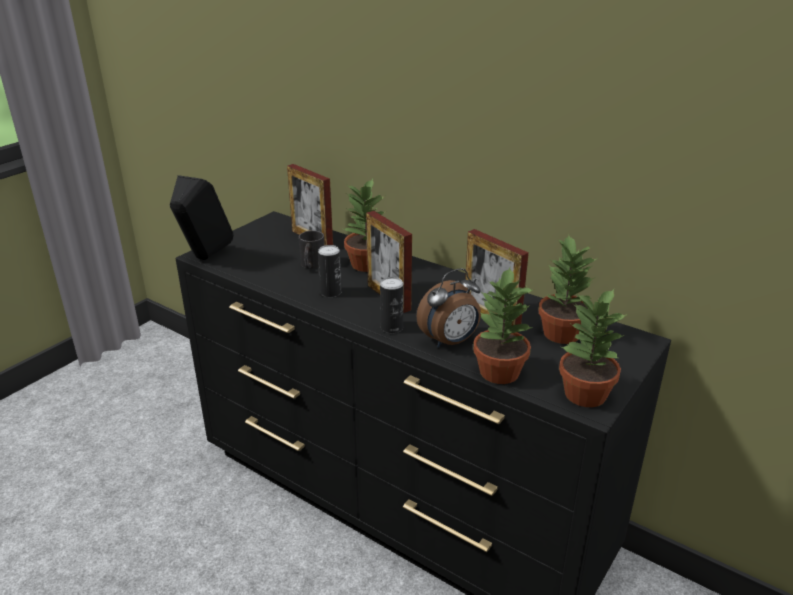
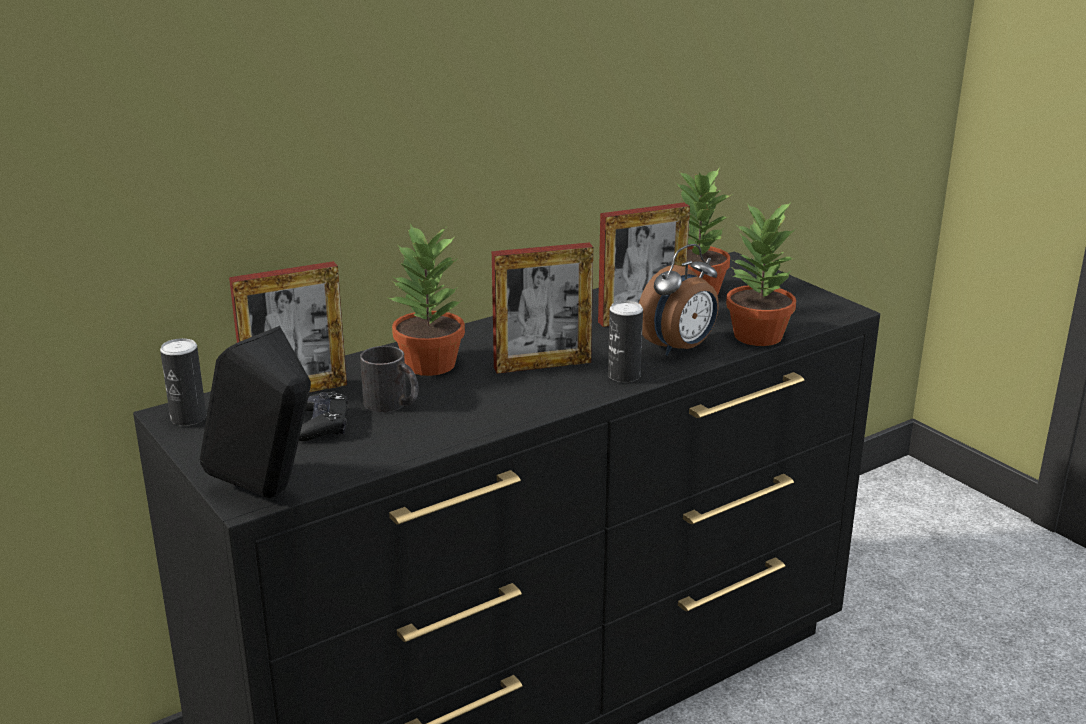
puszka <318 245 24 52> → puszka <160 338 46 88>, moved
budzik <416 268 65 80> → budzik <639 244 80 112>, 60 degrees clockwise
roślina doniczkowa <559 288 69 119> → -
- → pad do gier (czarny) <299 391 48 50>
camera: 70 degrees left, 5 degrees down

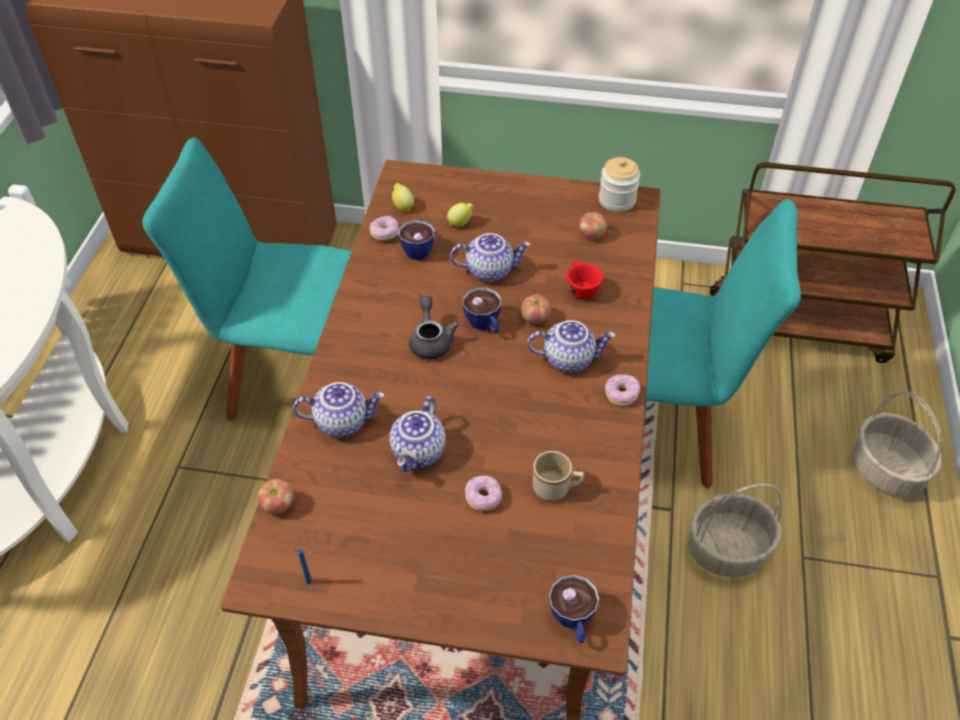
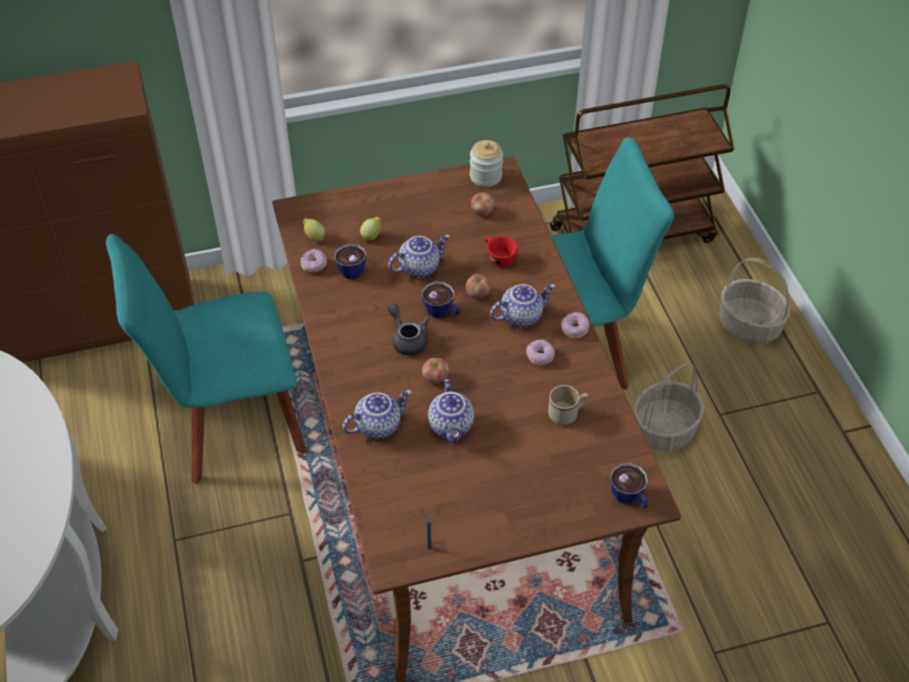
donut <465 476 37 36> → donut <526 339 29 26>, moved
jabłko <258 479 36 35> → jabłko <422 358 27 26>, moved
camera: 25 degrees left, 0 degrees up

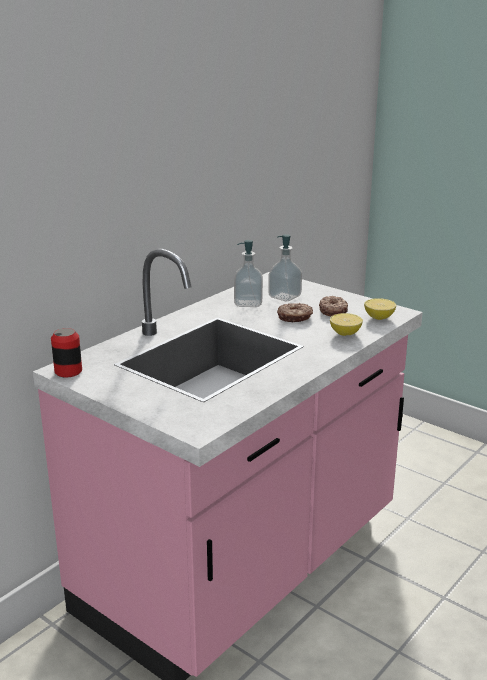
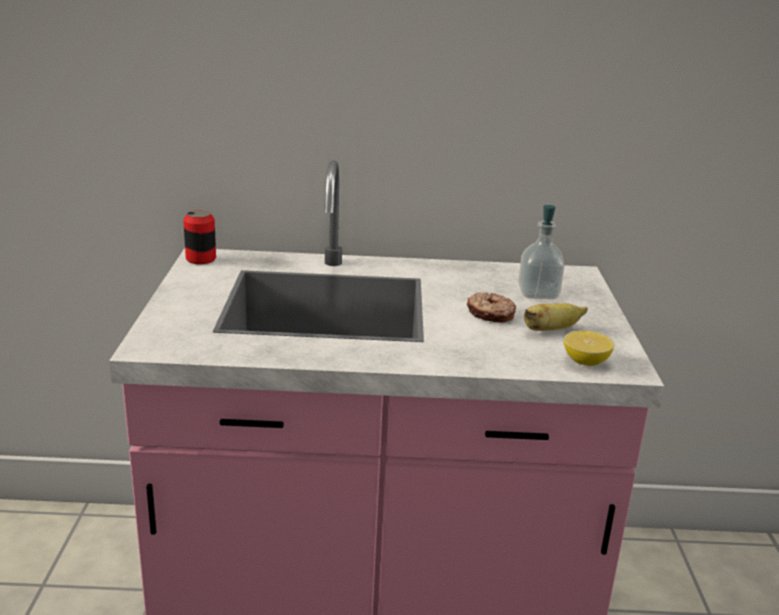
dozownik mydła <234 240 29 67> → -
donut <319 296 29 20> → banan <524 303 64 28>
cytryna <330 313 33 23> → -
camera: 50 degrees right, 0 degrees up

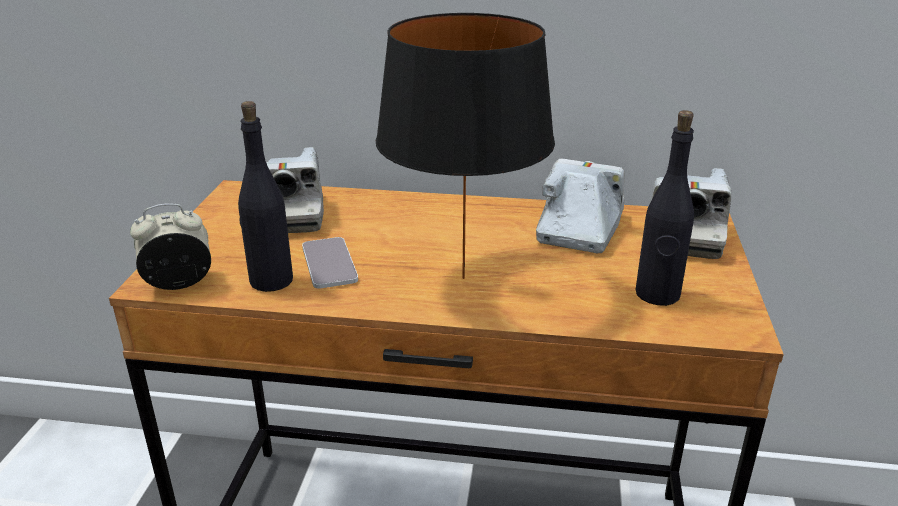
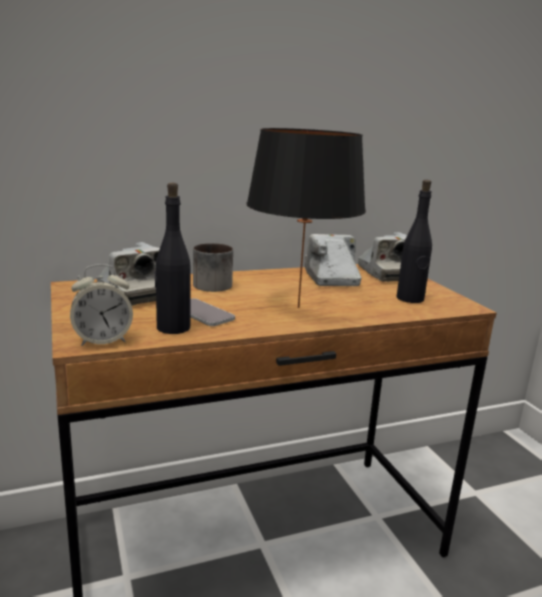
budzik <130 203 81 87> → budzik <70 264 63 82>, 150 degrees counterclockwise
- → kubek <193 243 40 49>
camera: 30 degrees left, 10 degrees down

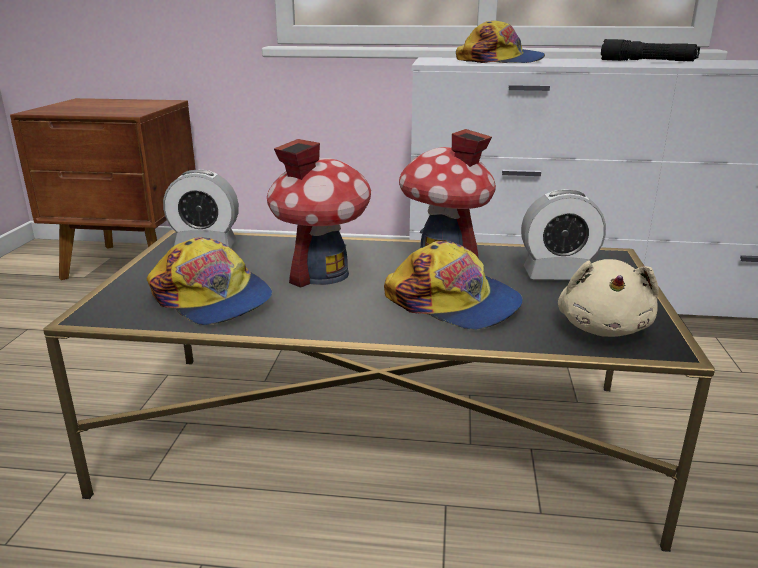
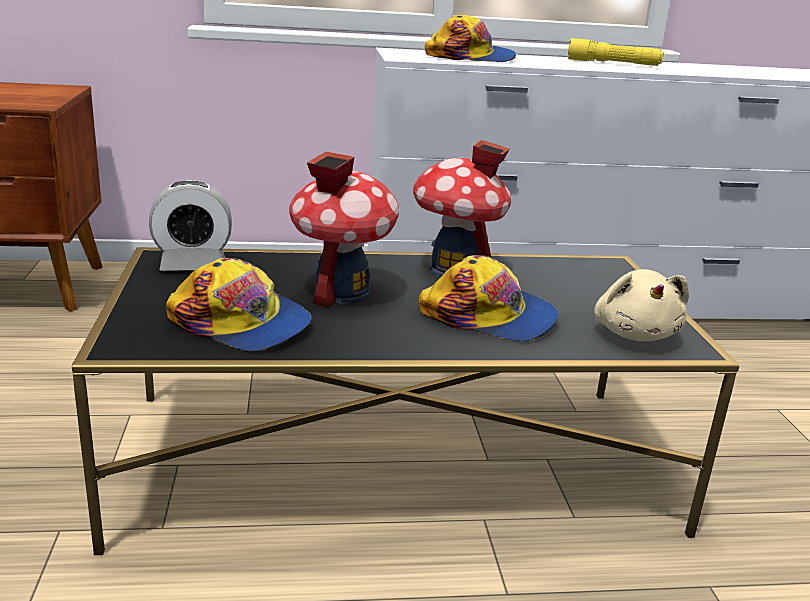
latarka (czarny) <601 39 99 22> → latarka (żółty) <568 38 96 28>
budzik <521 189 85 90> → -
camera: 15 degrees left, 0 degrees up

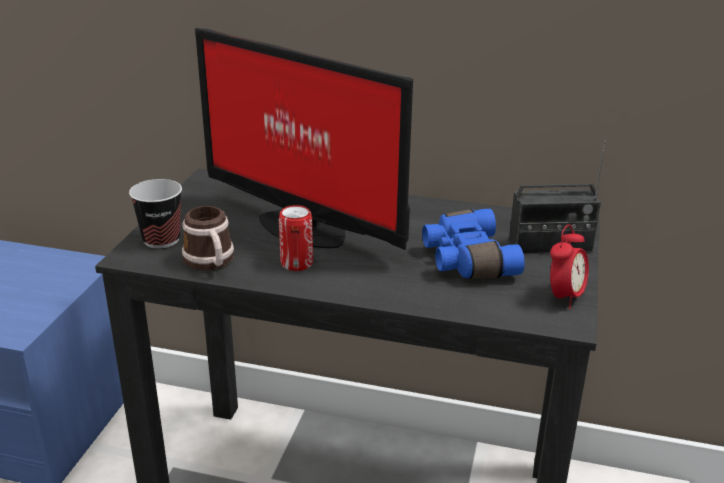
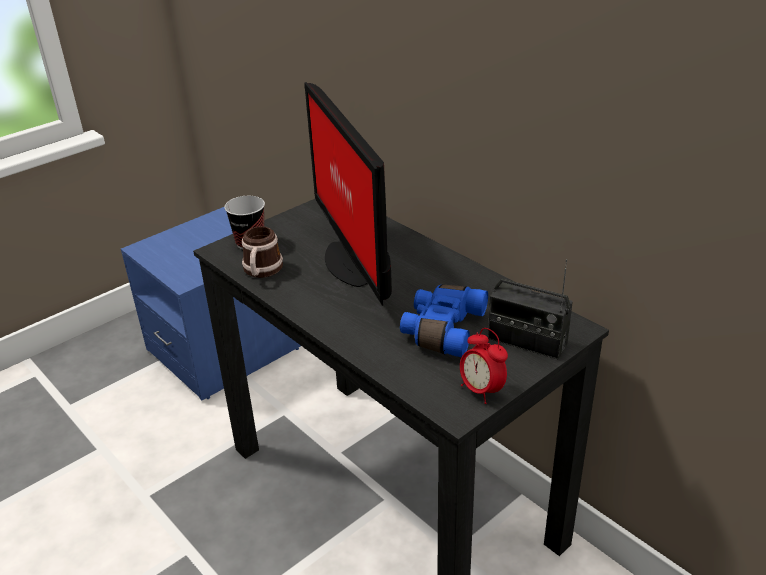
puszka <279 205 34 66> → -
budzik <550 224 39 85> → budzik <460 328 48 76>, 75 degrees clockwise
camera: 35 degrees right, 5 degrees up

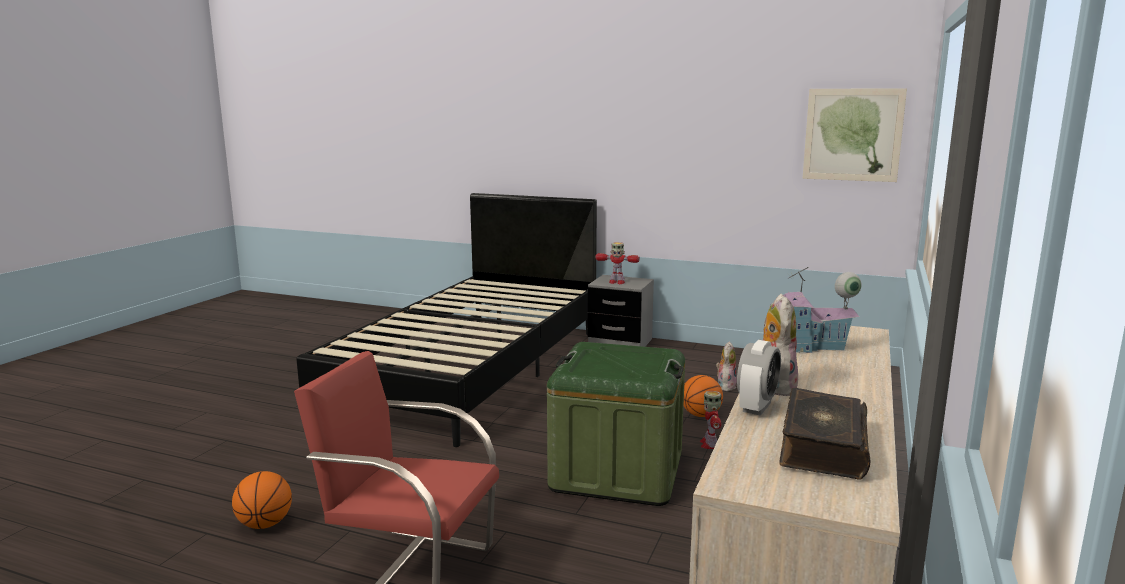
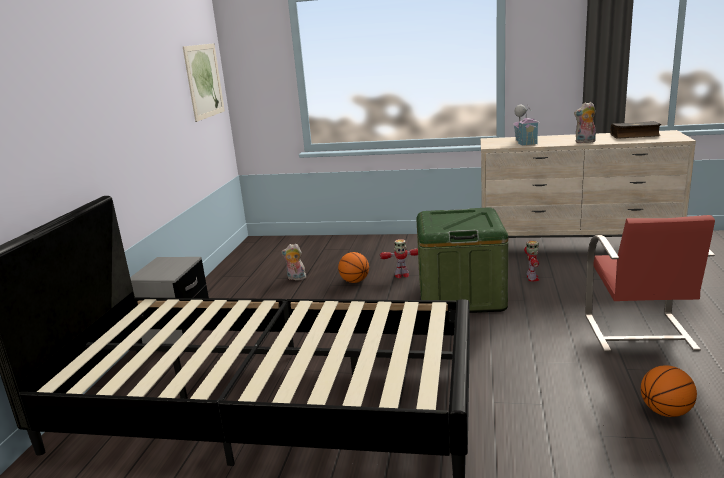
robot zabawkowy <595 242 45 42> → robot zabawkowy <524 240 16 42>, moved
budzik <737 340 44 76> → -
camera: 100 degrees left, 5 degrees up

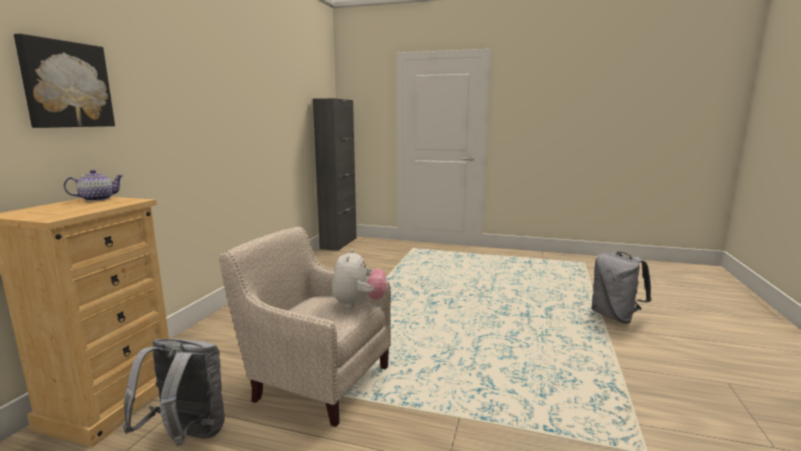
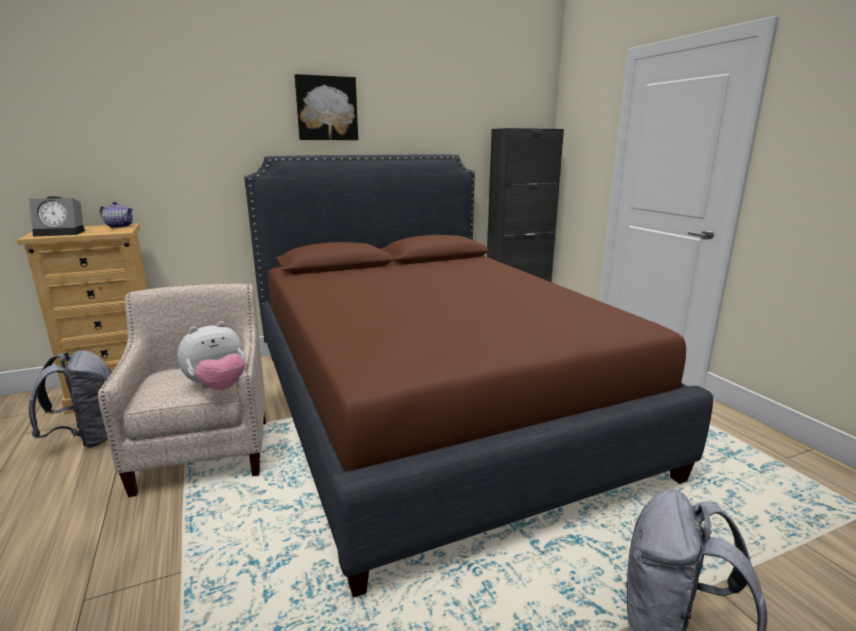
obraz <14 34 101 94> → obraz <294 74 64 66>, moved
- → łóżko (brązowy) <244 154 469 444>
- → budzik <29 196 56 41>
camera: 50 degrees right, 5 degrees up

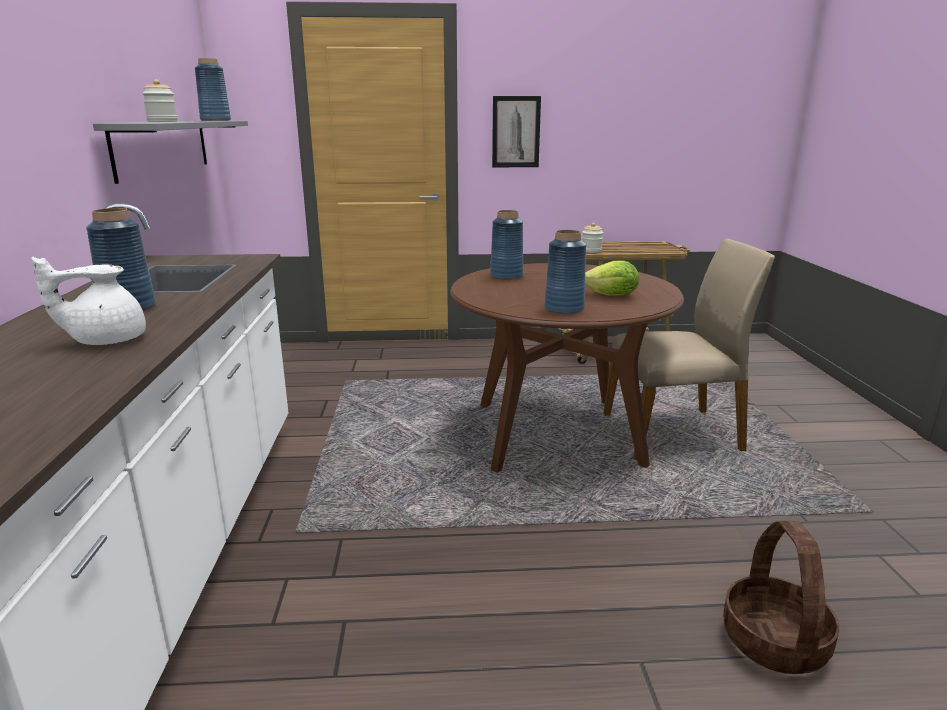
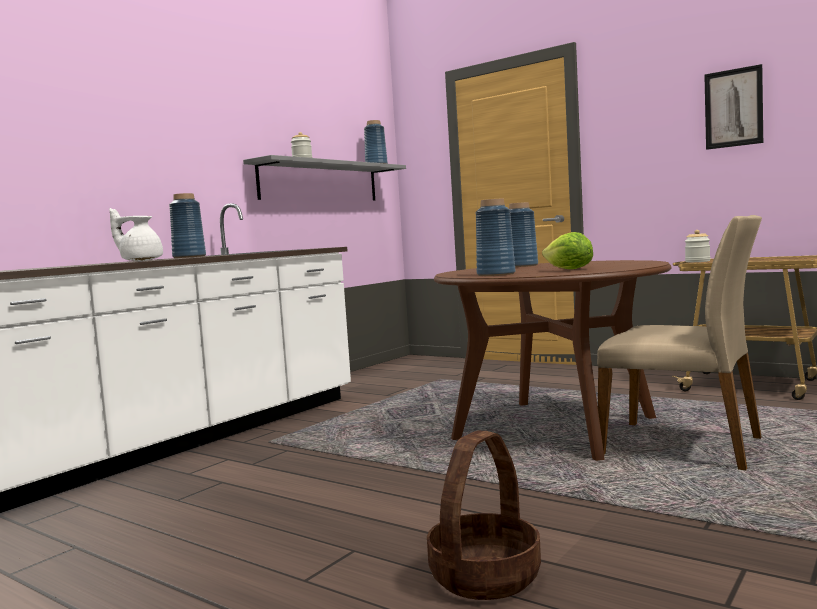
obraz <492 96 49 71> → obraz <704 64 59 86>, moved
camera: 40 degrees right, 15 degrees down

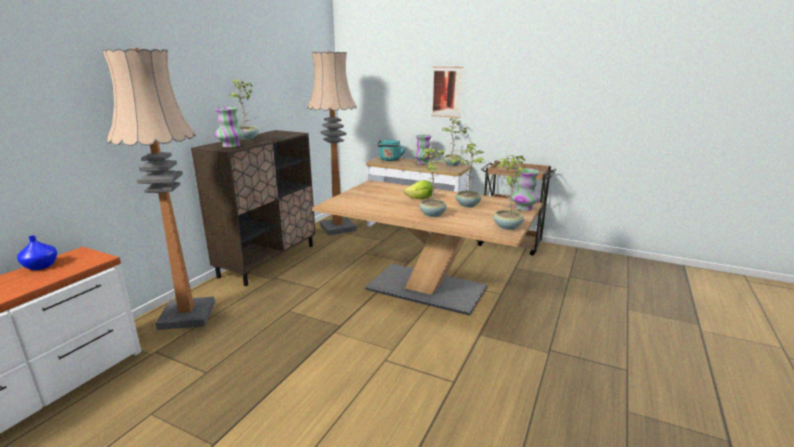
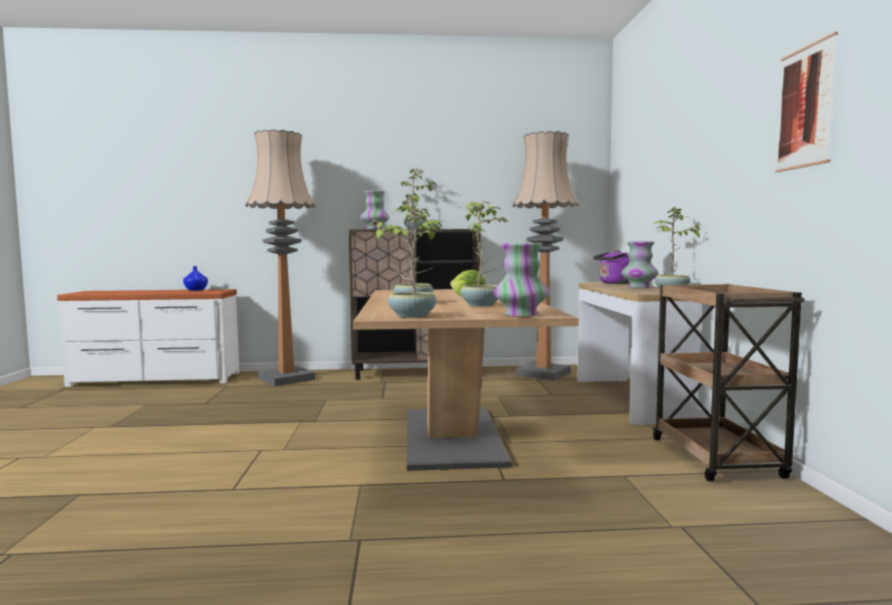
obraz <431 67 32 51> → obraz <775 32 63 140>, moved
czajnik (turkusowy) <377 138 28 23> → czajnik (fioletowy) <593 250 37 34>
camera: 60 degrees right, 15 degrees down

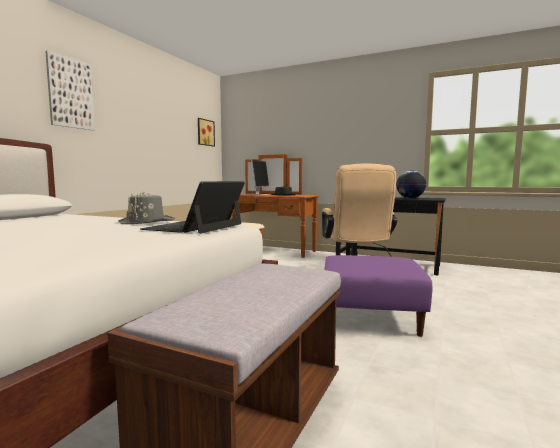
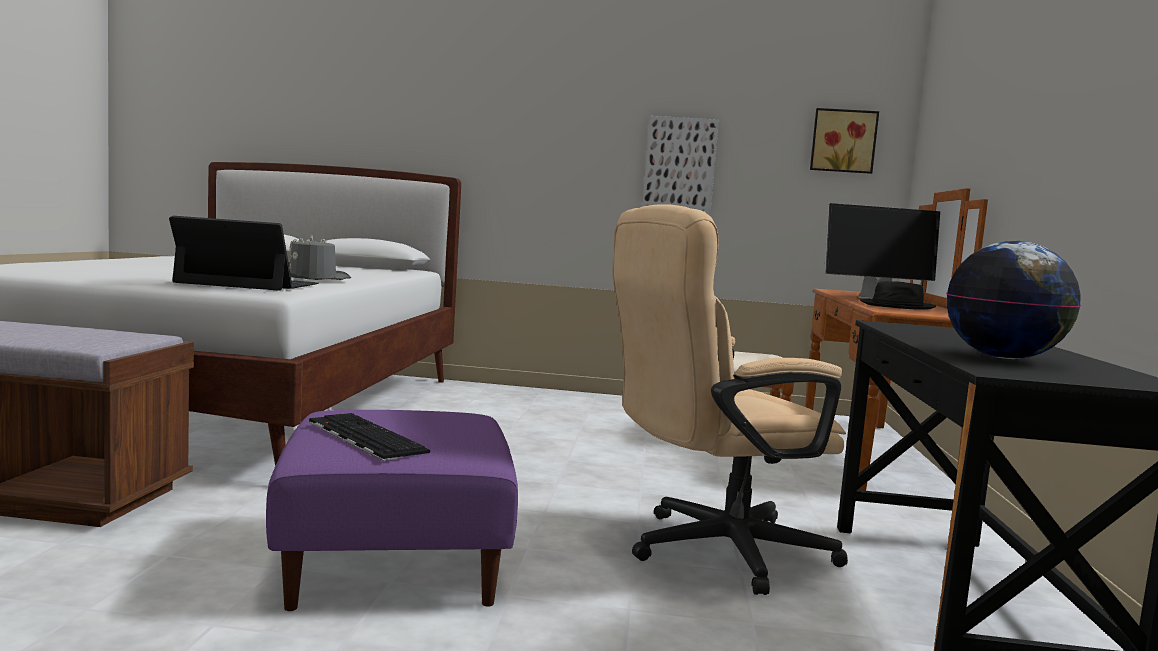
obraz <45 51 50 80> → obraz <643 116 76 100>, moved
- → klawiatura <309 413 121 48>
camera: 70 degrees right, 0 degrees up

